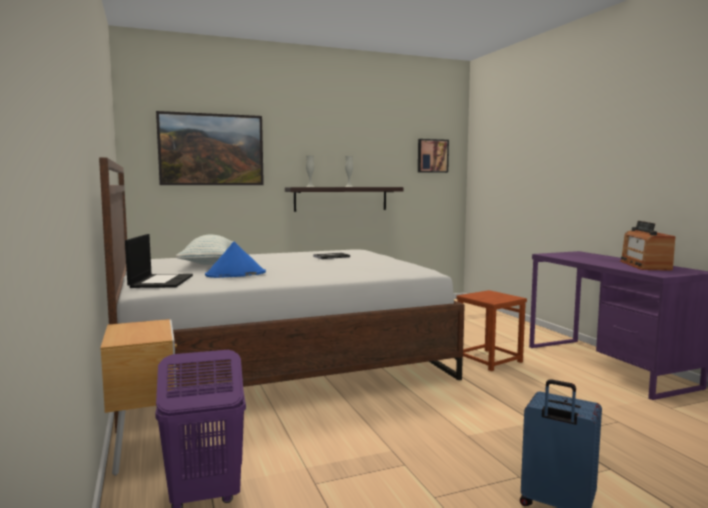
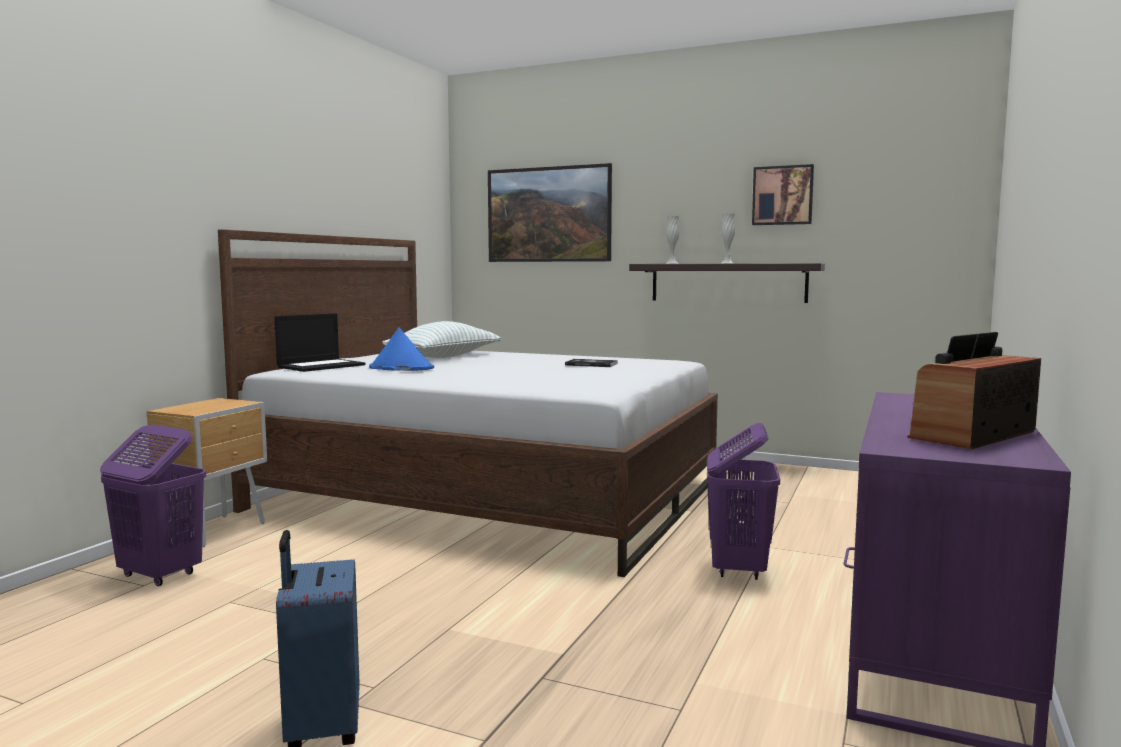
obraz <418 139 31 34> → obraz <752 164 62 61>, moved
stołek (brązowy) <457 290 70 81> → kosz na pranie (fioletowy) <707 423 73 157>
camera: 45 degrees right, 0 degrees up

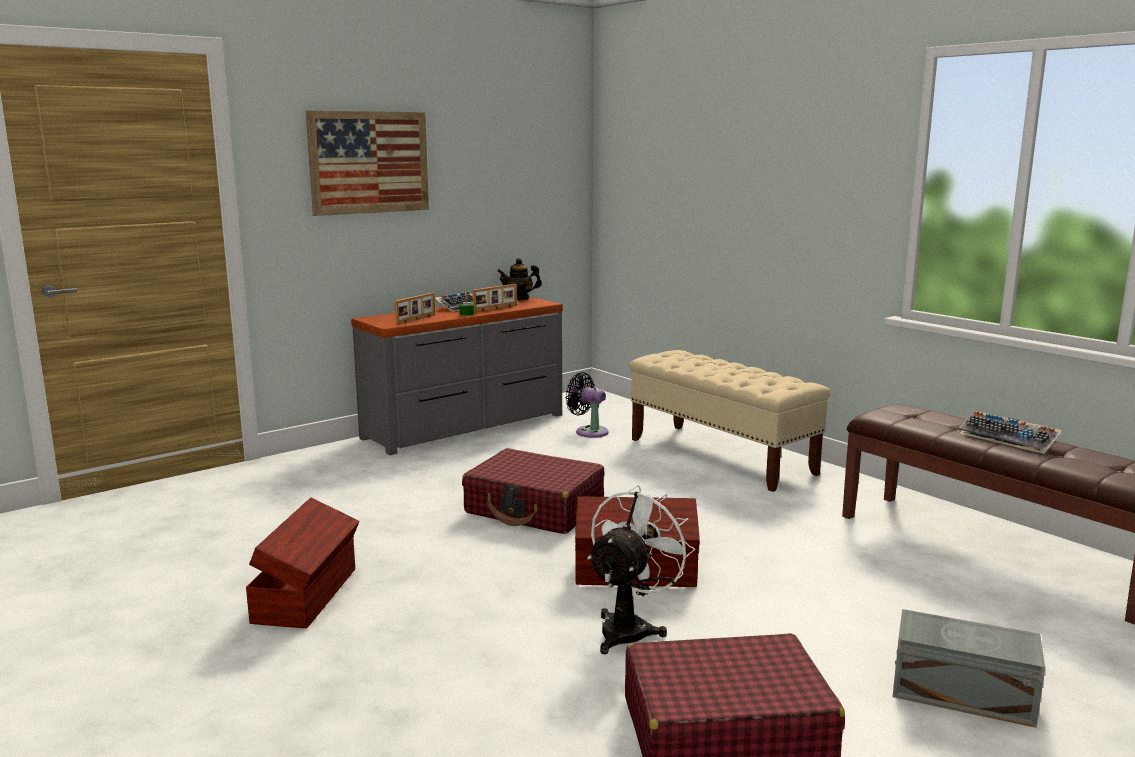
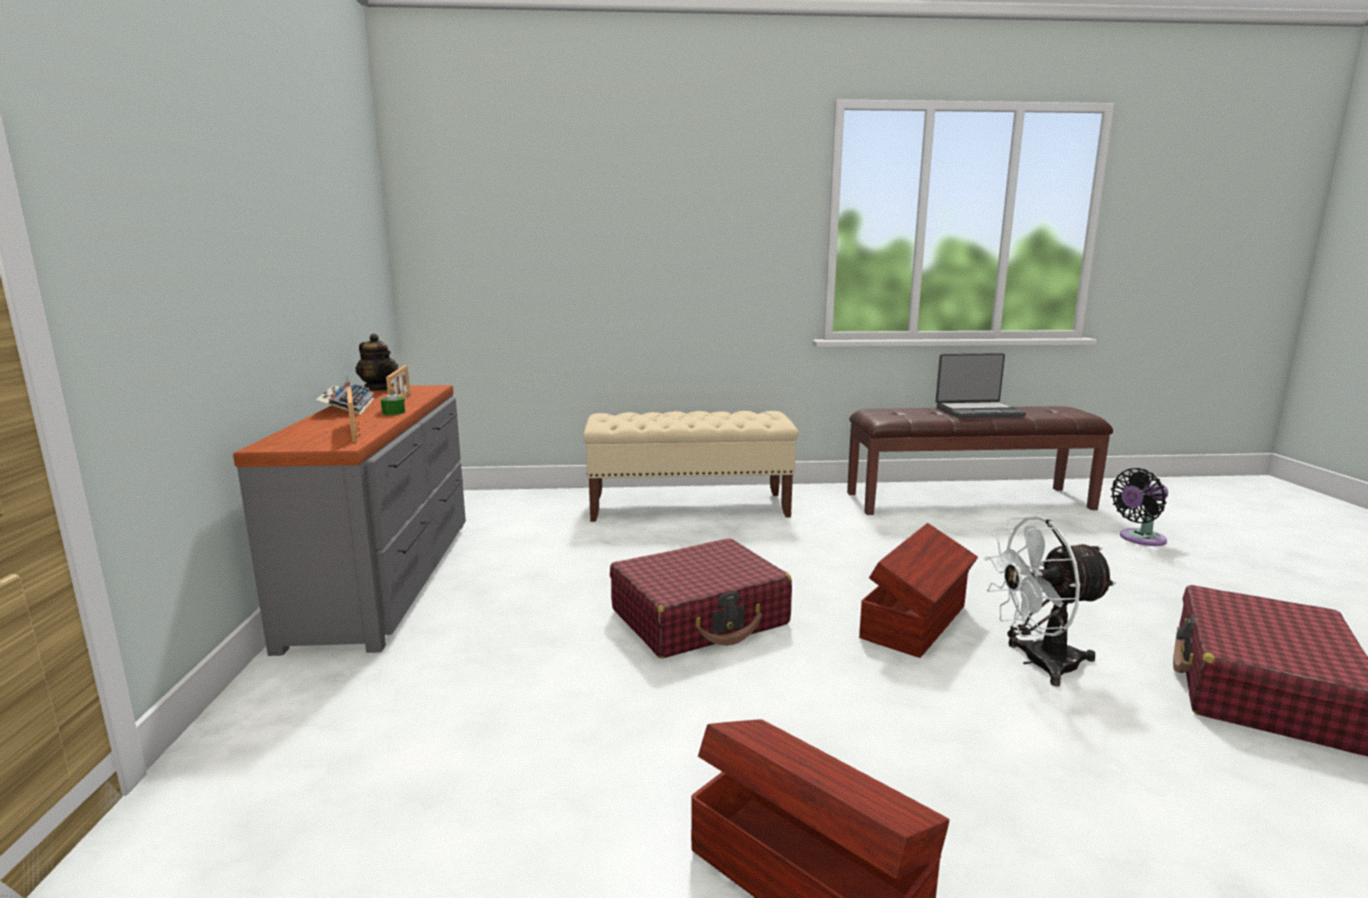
obraz <306 110 123 106> → -
imbryk <497 258 45 42> → imbryk <356 334 42 56>, 75 degrees counterclockwise
wentylator (czarny) <566 372 43 66> → wentylator (czarny) <1111 468 57 78>, moved
klawiatura <959 411 104 43> → laptop <936 353 90 65>
wentylator (biały) <587 485 108 169> → wentylator (biały) <983 516 133 171>, 75 degrees counterclockwise
pojemnik do przechowywania (szary) <893 609 152 119> → -
camera: 55 degrees left, 0 degrees up

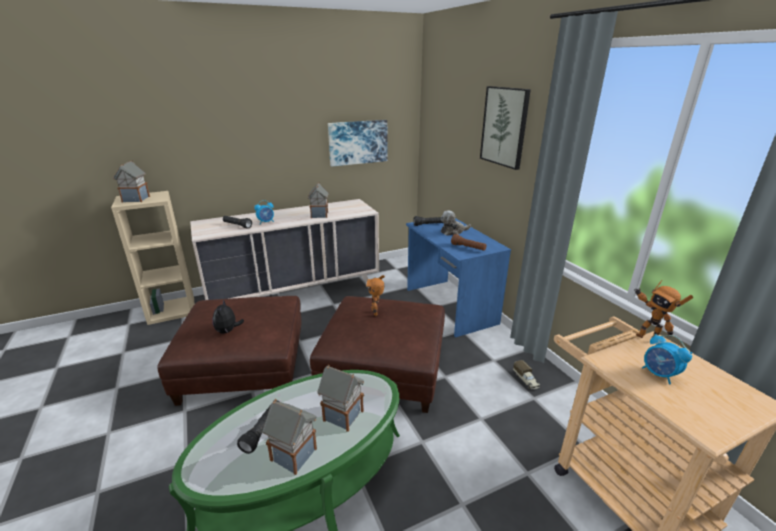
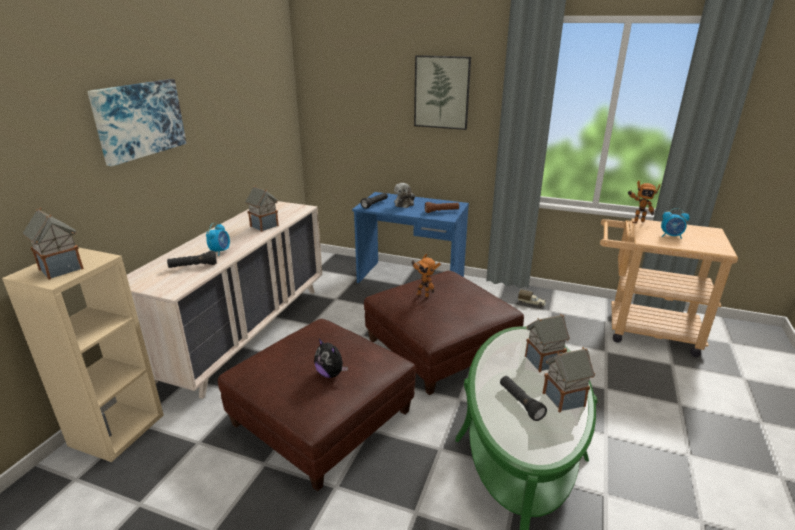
obraz <328 120 59 46> → obraz <87 79 100 87>, moved
camera: 45 degrees left, 0 degrees up

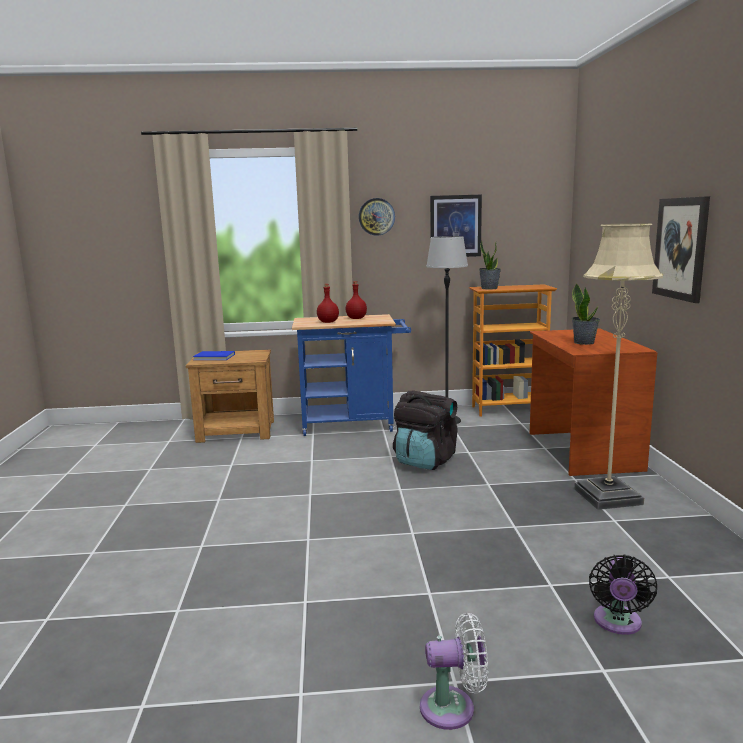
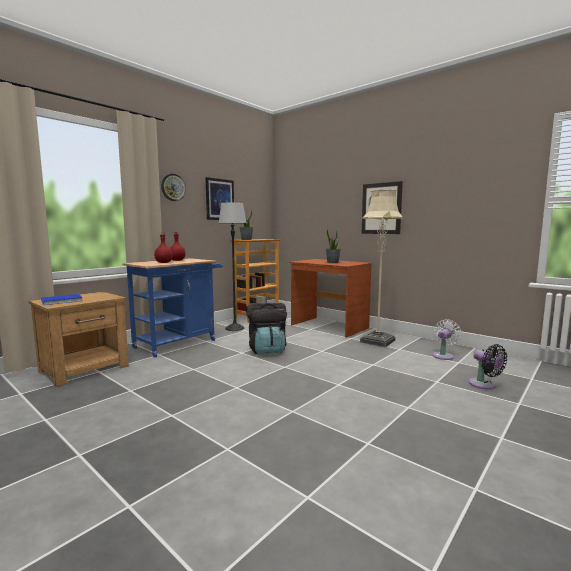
wentylator (biały) <420 613 68 117> → wentylator (biały) <433 319 29 41>, moved
camera: 45 degrees left, 5 degrees down

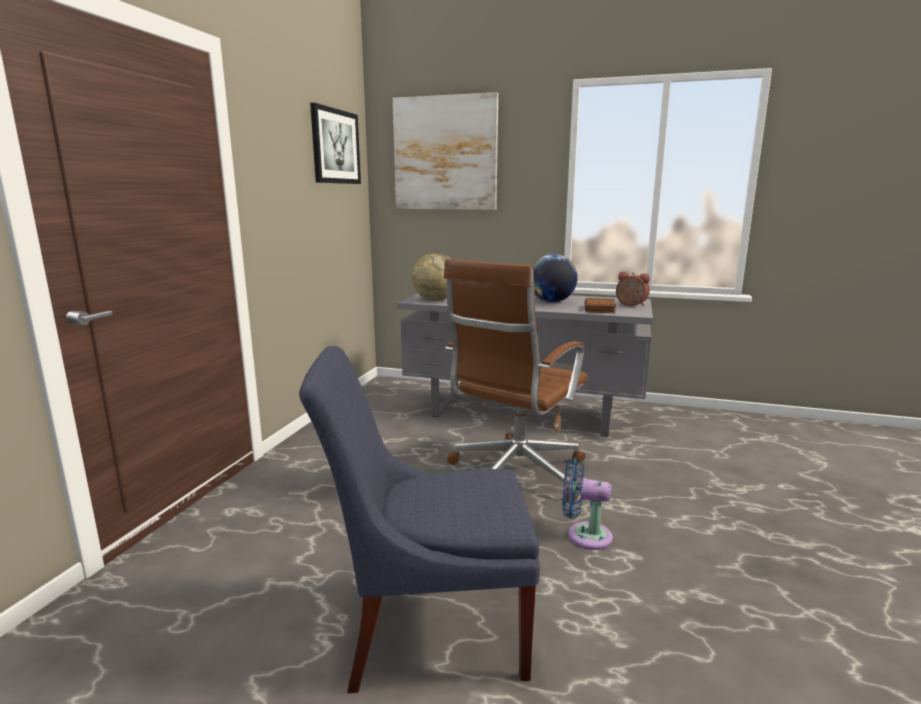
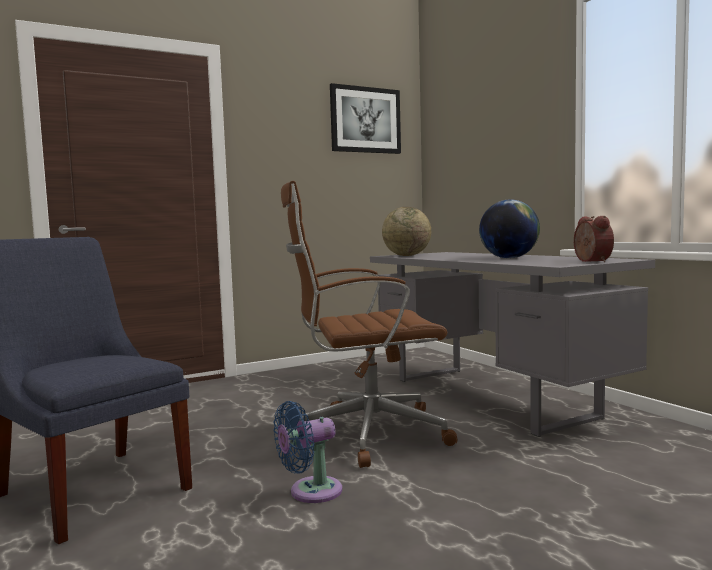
obraz <393 92 105 118> → -
książka (brązowy) <584 298 32 15> → -
wentylator (niebieski) <562 458 51 92> → wentylator (niebieski) <273 401 69 102>, 90 degrees counterclockwise
camera: 45 degrees right, 10 degrees down

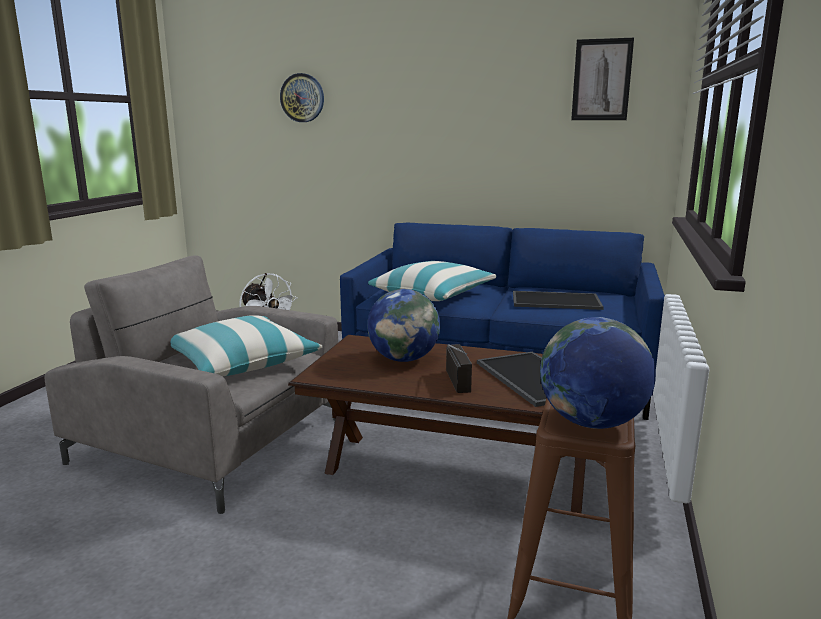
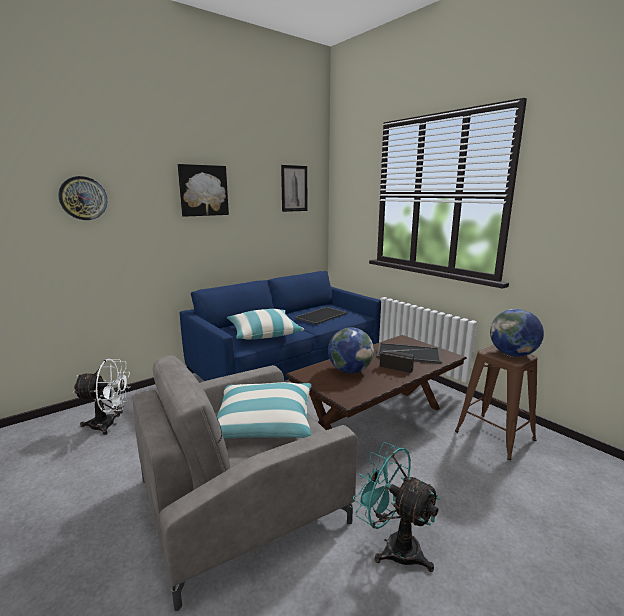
- → obraz <178 164 51 53>
- → wentylator (turkusowy) <353 442 87 130>
camera: 55 degrees left, 0 degrees up

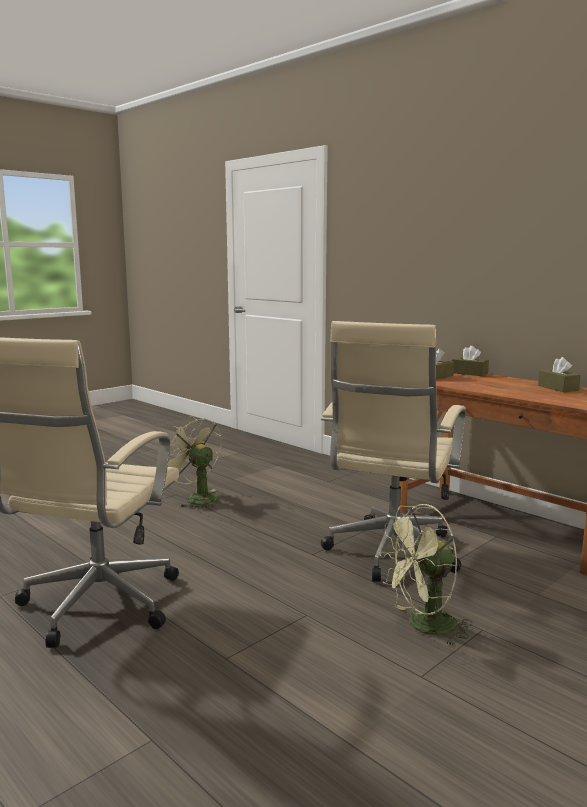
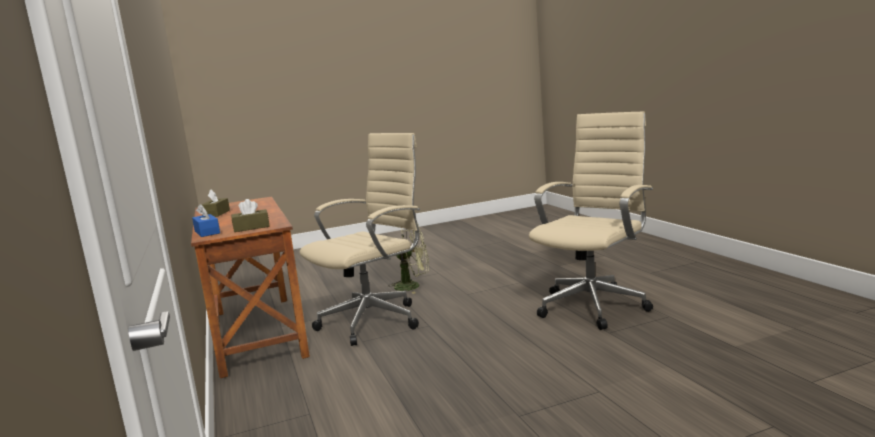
pudełko chusteczek (brązowy) <452 346 37 30> → pudełko chusteczek (niebieski) <192 204 28 33>
wentylator (zielony) <168 416 53 93> → -
camera: 155 degrees left, 0 degrees up

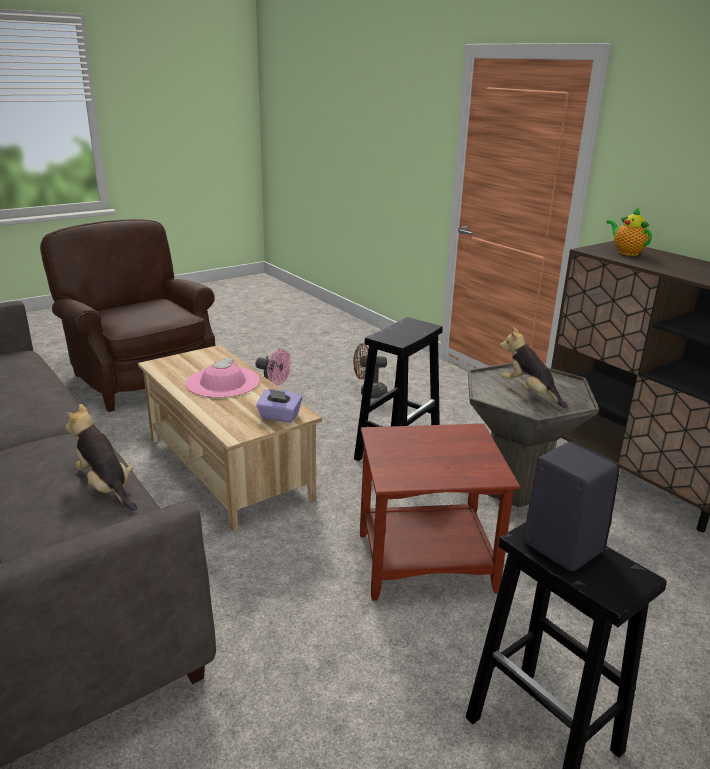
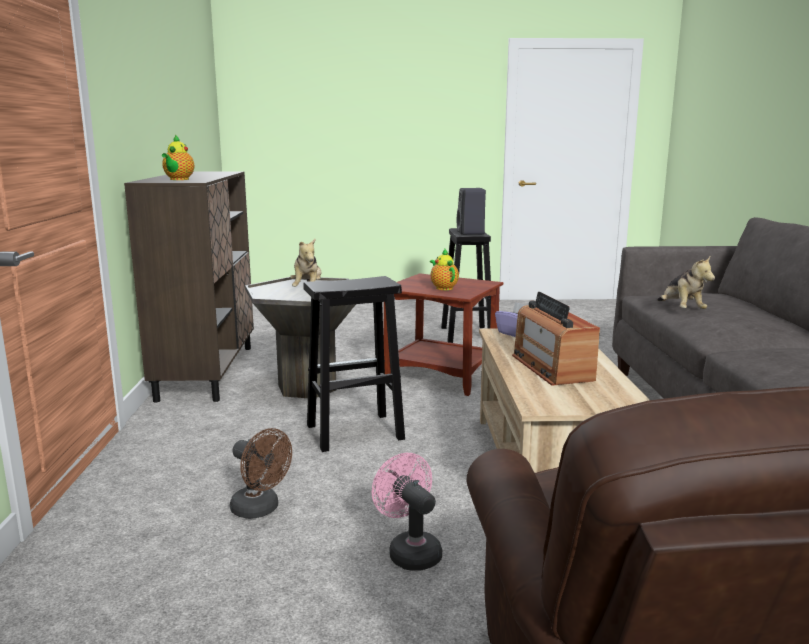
kapelusz (różowy) <186 357 74 41> → radio <512 292 88 94>
- → imbryk <430 249 29 41>
camera: 145 degrees left, 10 degrees down

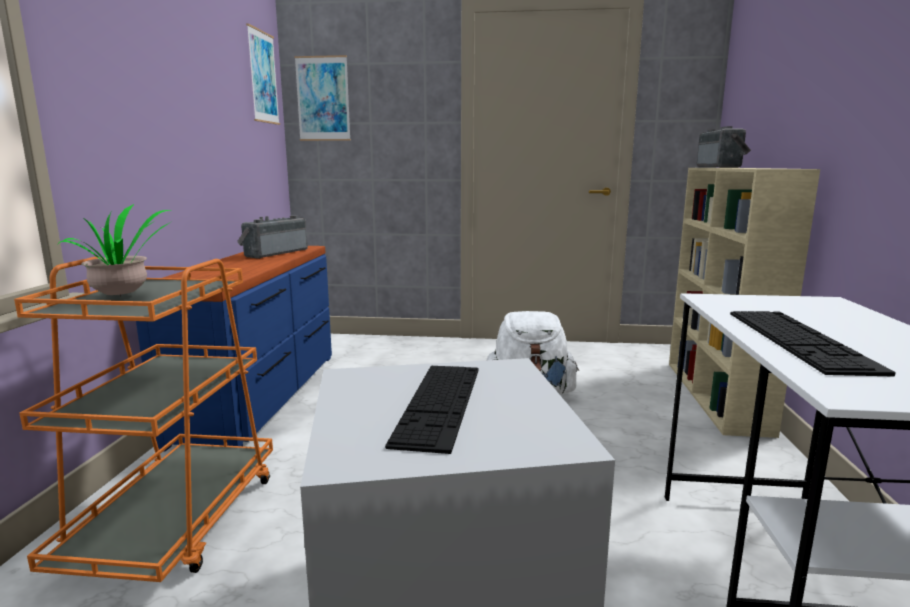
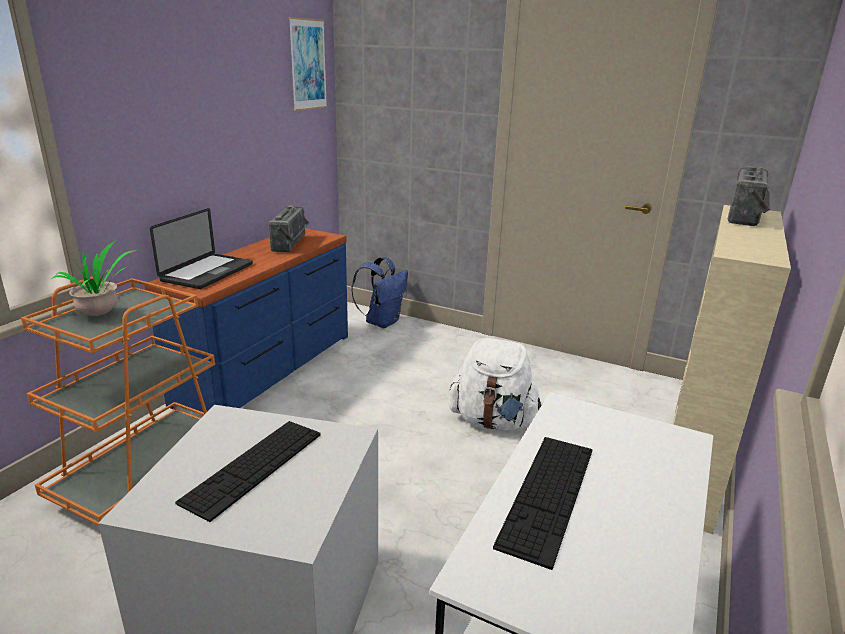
obraz <295 55 56 86> → -
radio <237 215 71 44> → radio <269 205 40 47>, 135 degrees clockwise
- → laptop <150 208 103 81>
- → plecak (niebieski) <351 257 57 71>
camera: 20 degrees right, 10 degrees up

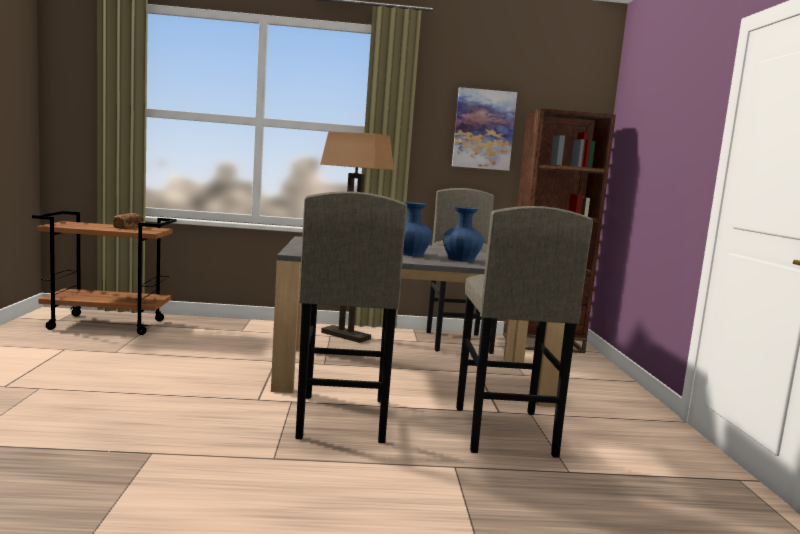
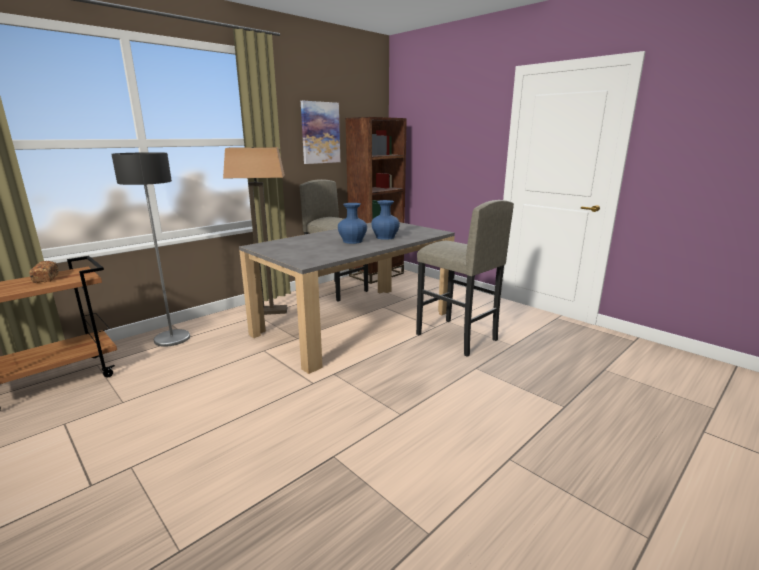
stołek (szary) <296 191 111 252> → -
- → lampa stojąca <112 152 78 195>
camera: 40 degrees left, 10 degrees up

